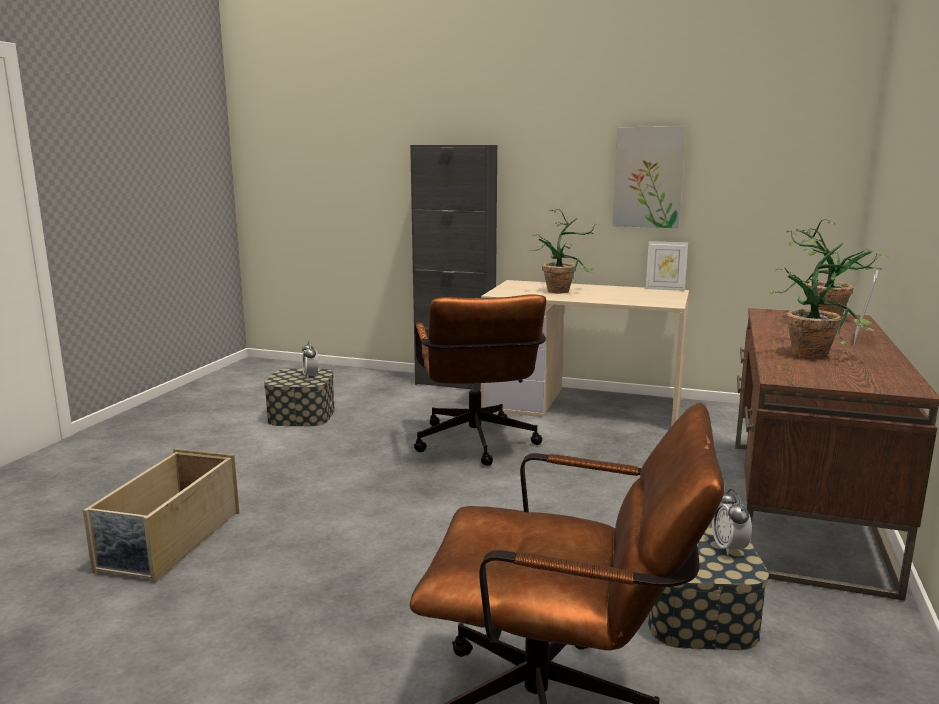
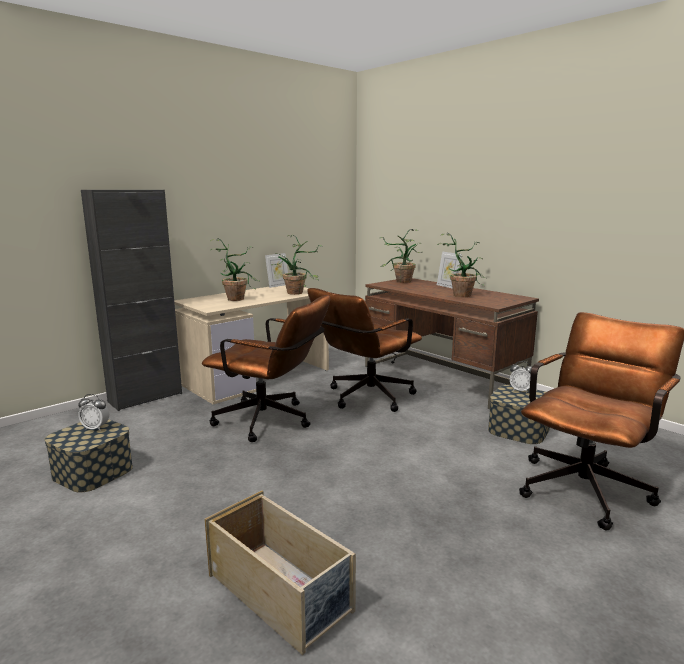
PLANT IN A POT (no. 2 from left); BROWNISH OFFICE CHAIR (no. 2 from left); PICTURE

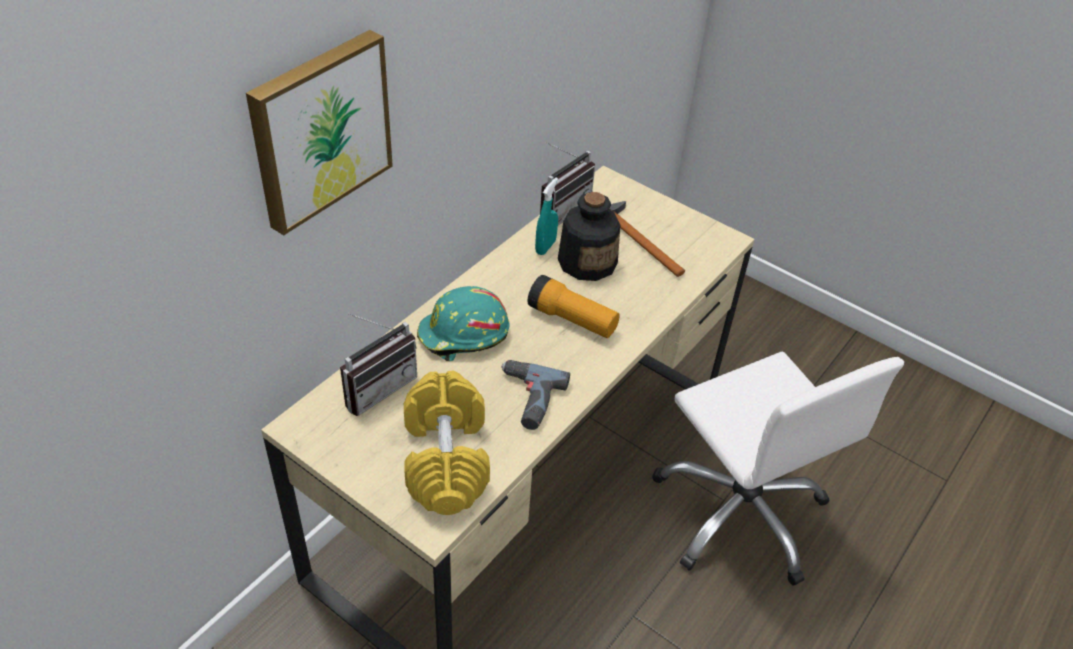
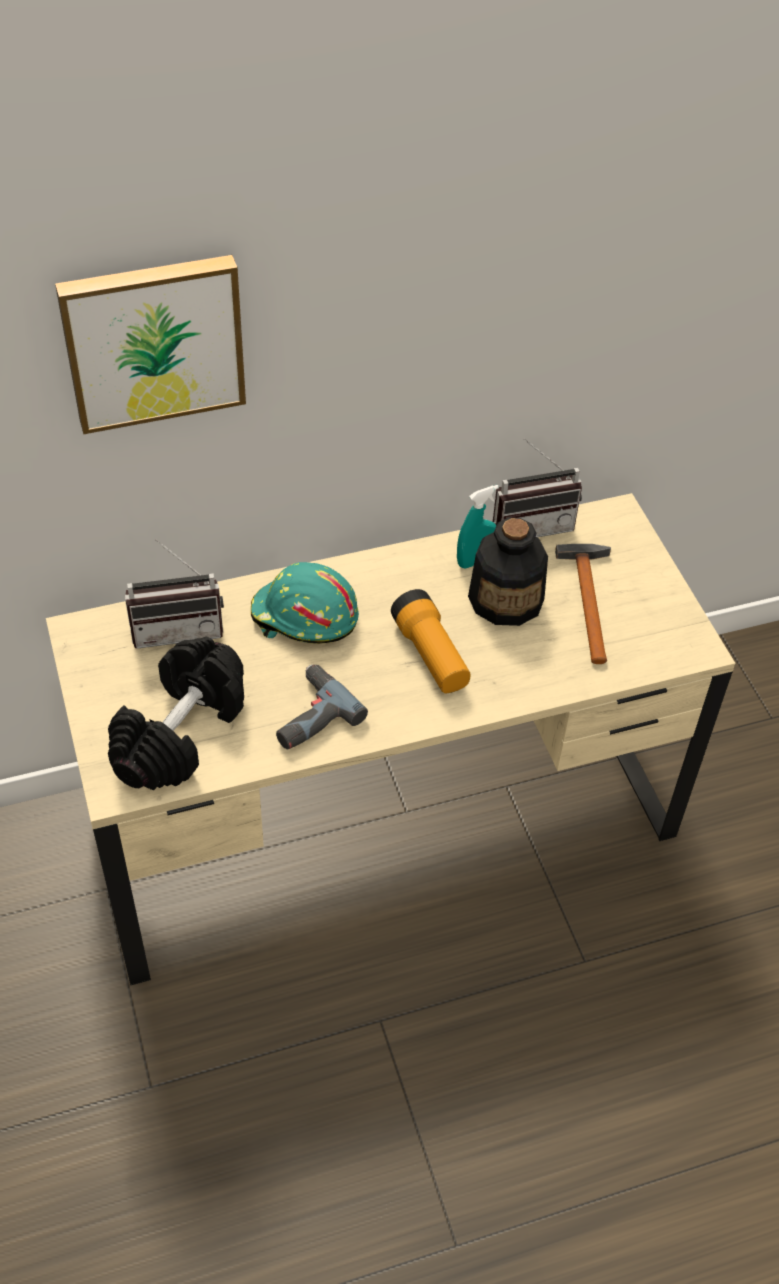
BLACKISH FREE WEIGHT; WHITISH OFFICE CHAIR

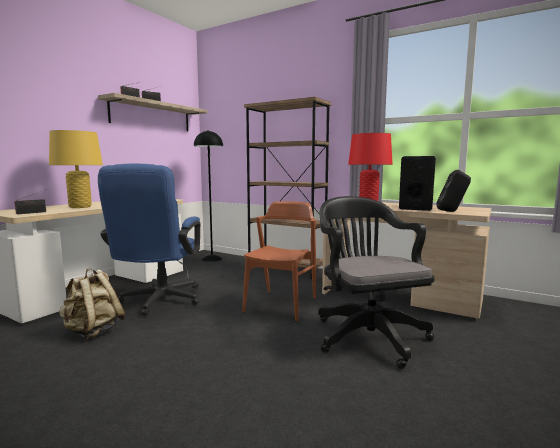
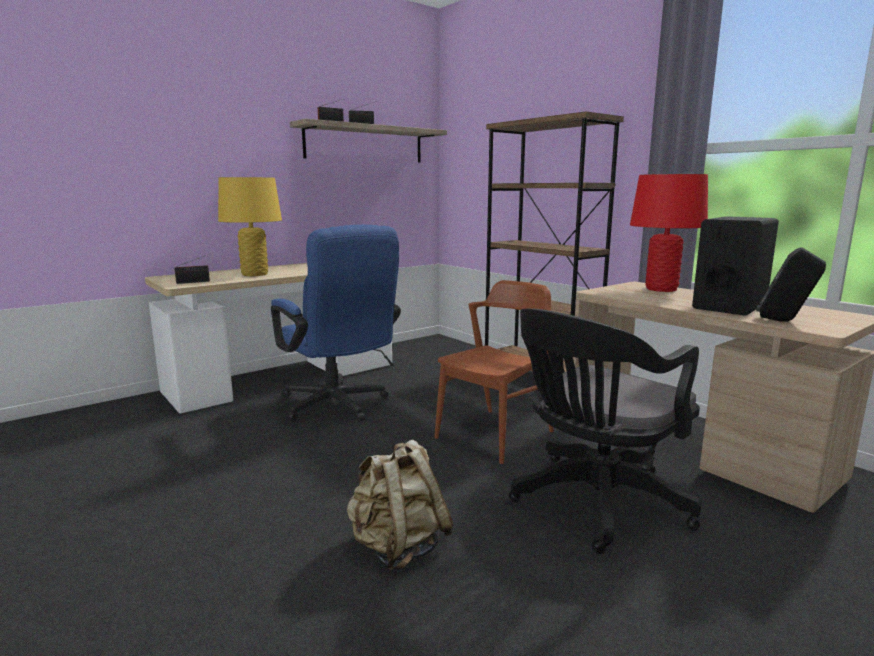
BLUE-COLOURED OFFICE CHAIR; SAND-COLOURED BACKPACK; BLACKISH OFFICE CHAIR; BLACKISH FLOOR LAMP

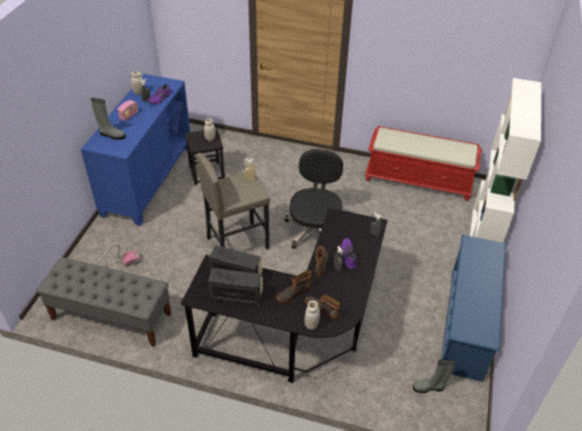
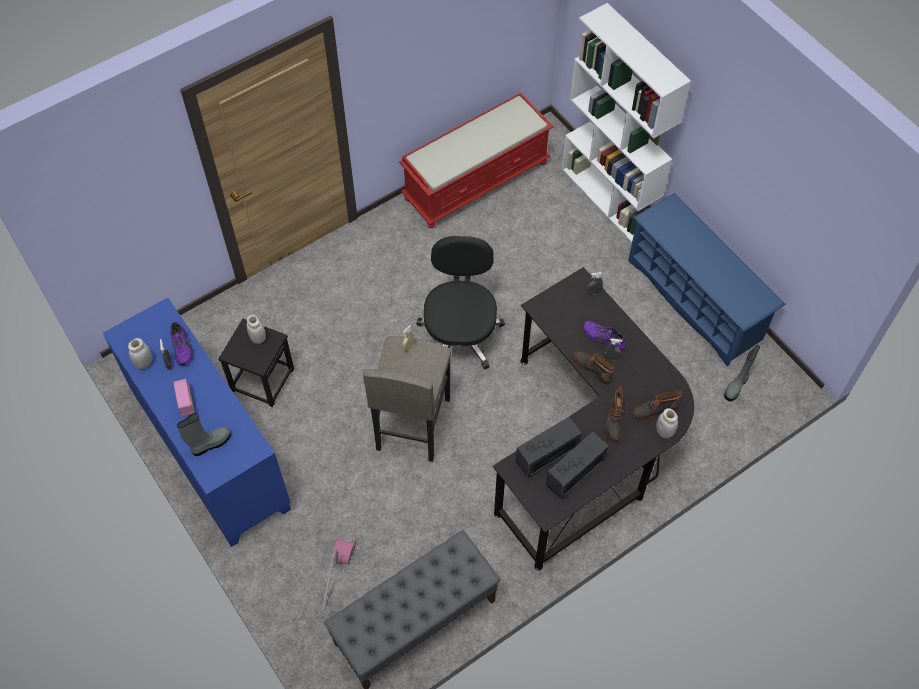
BLACKISH OFFICE CHAIR

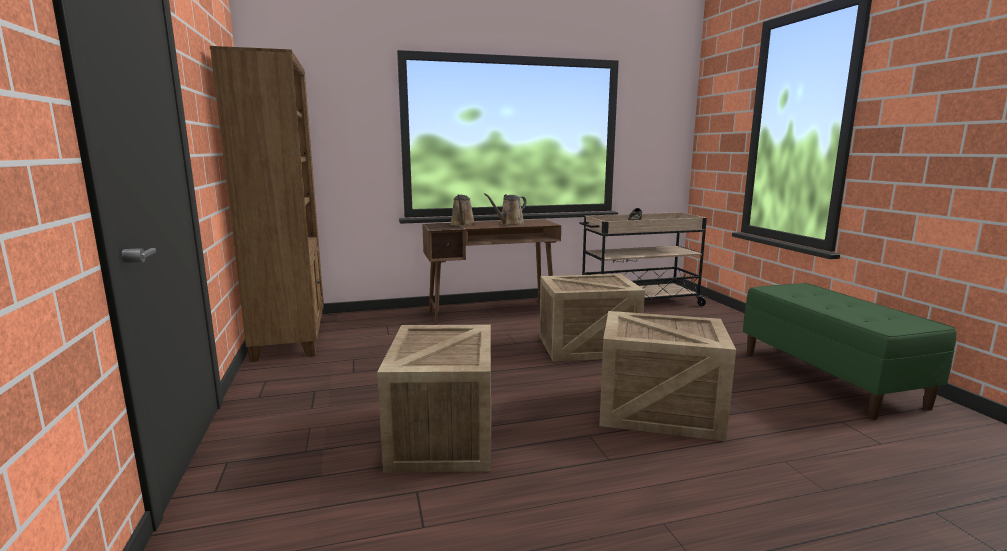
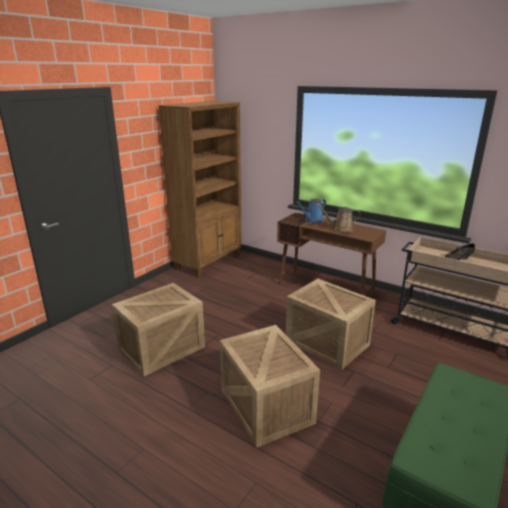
BLUE-COLOURED WATERING CAN

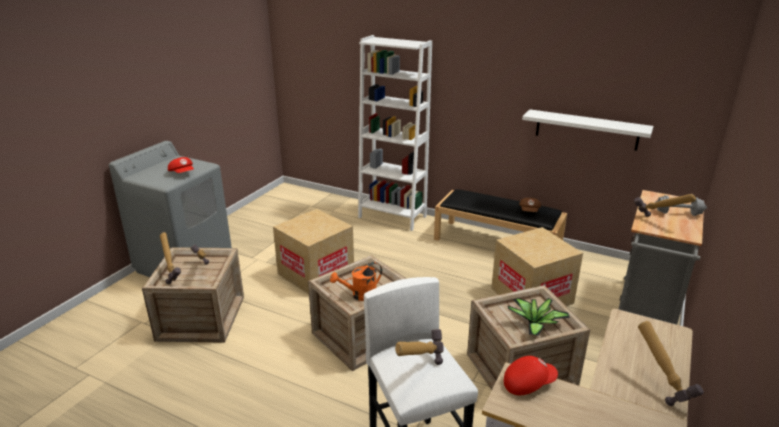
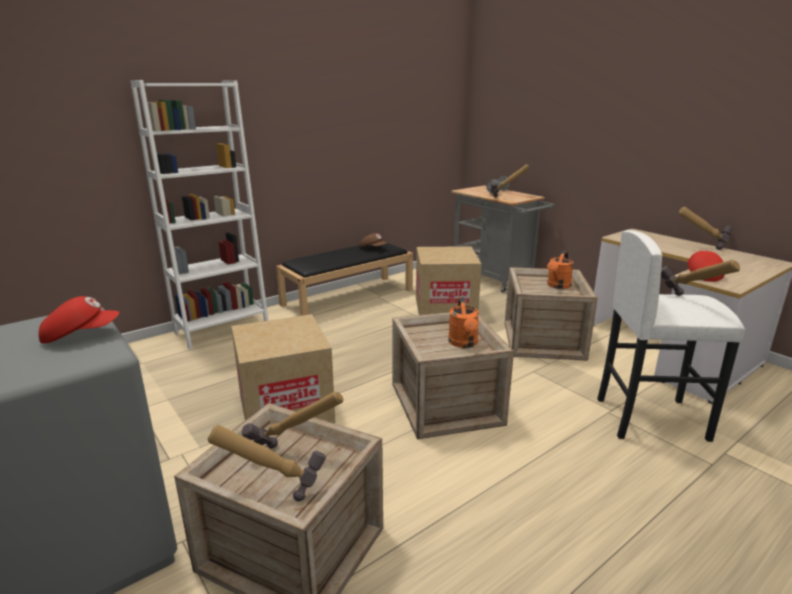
ORANGEY WATERING CAN (no. 2 from left); WHITISH BRACKET SHELF

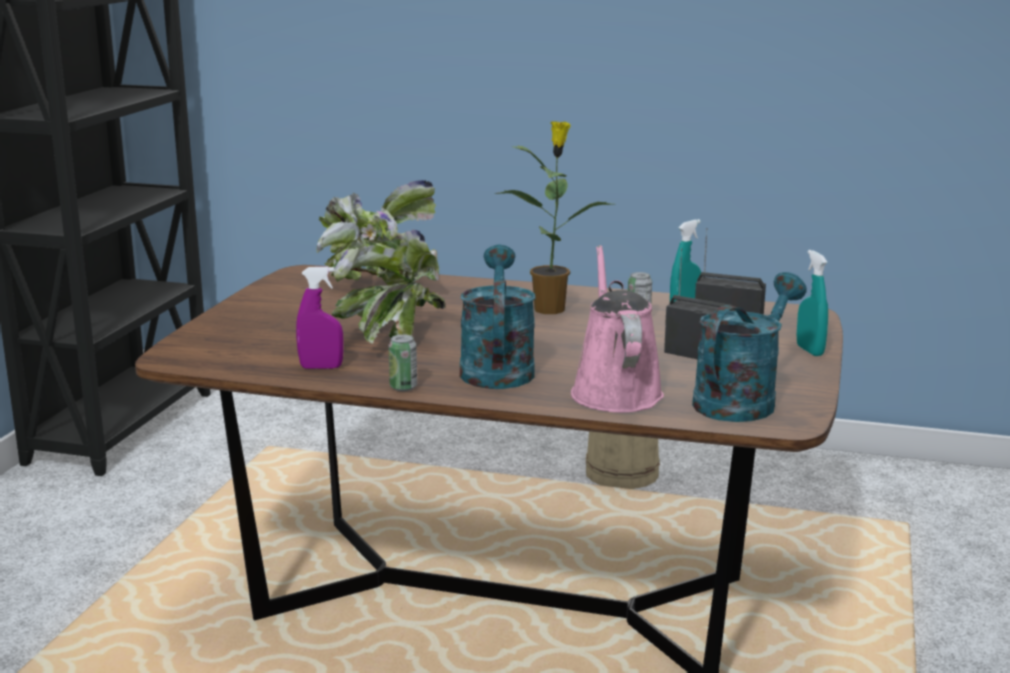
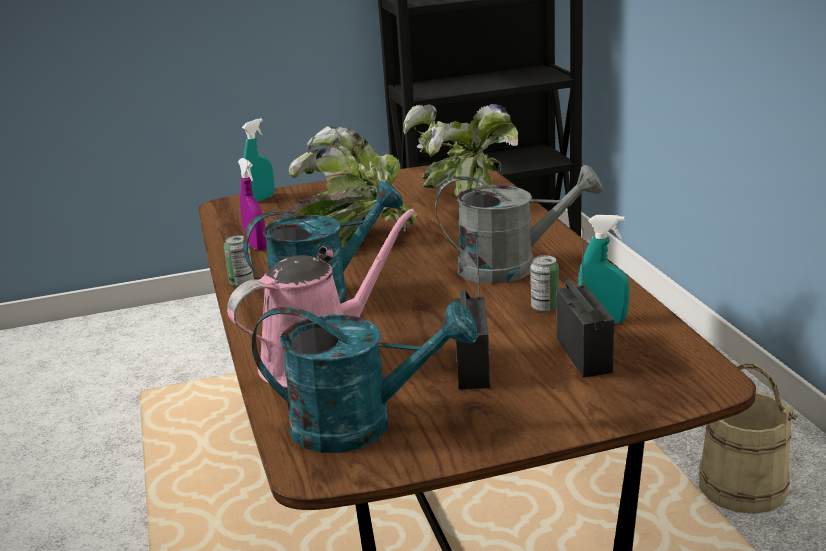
BLUE-GREEN SPRAYER (no. 1 from left); GREYISH WATERING CAN

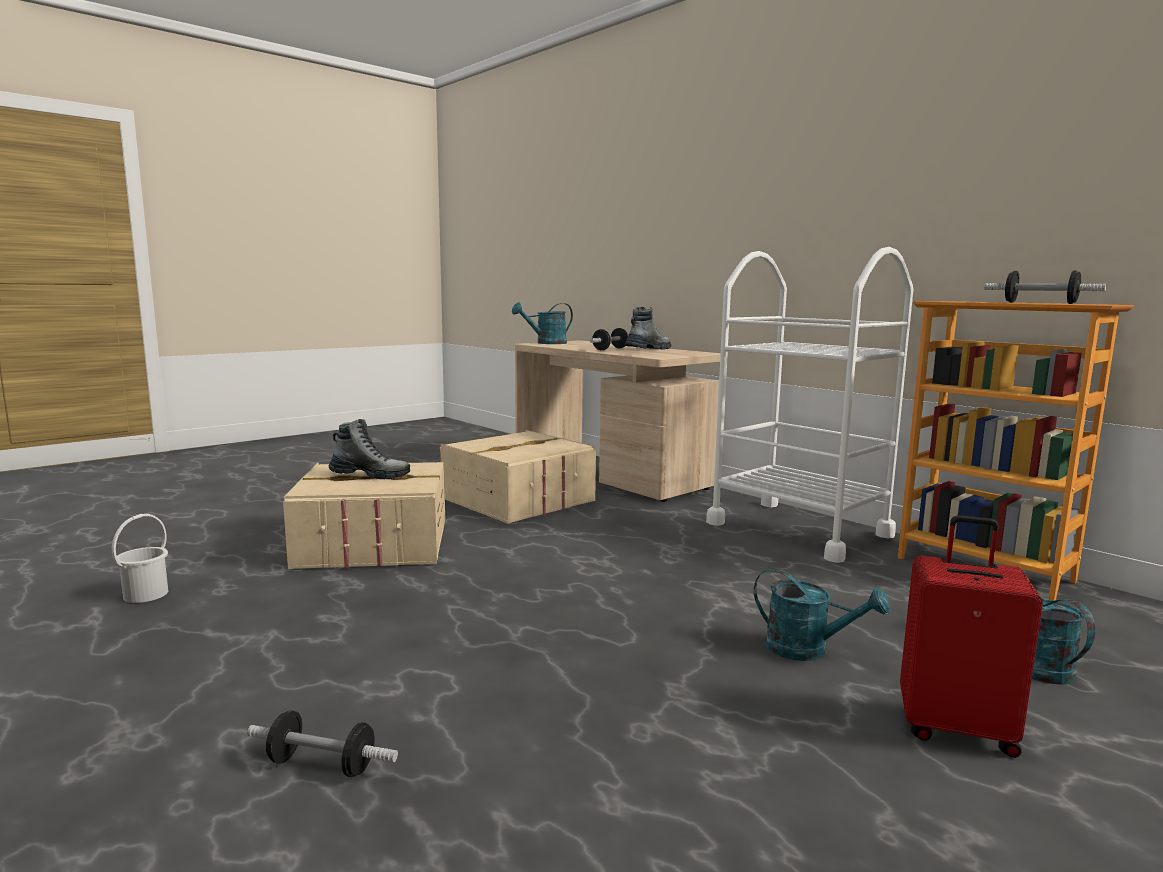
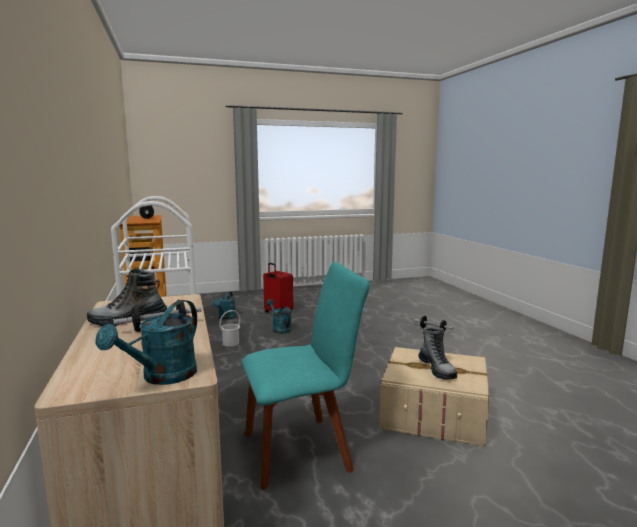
BLUE-GREEN WATERING CAN (no. 1 from left); WHITISH WATER BUCKET; BLUE-GREEN UPRIGHT CHAIR; TALL BOOT (no. 2 from left)

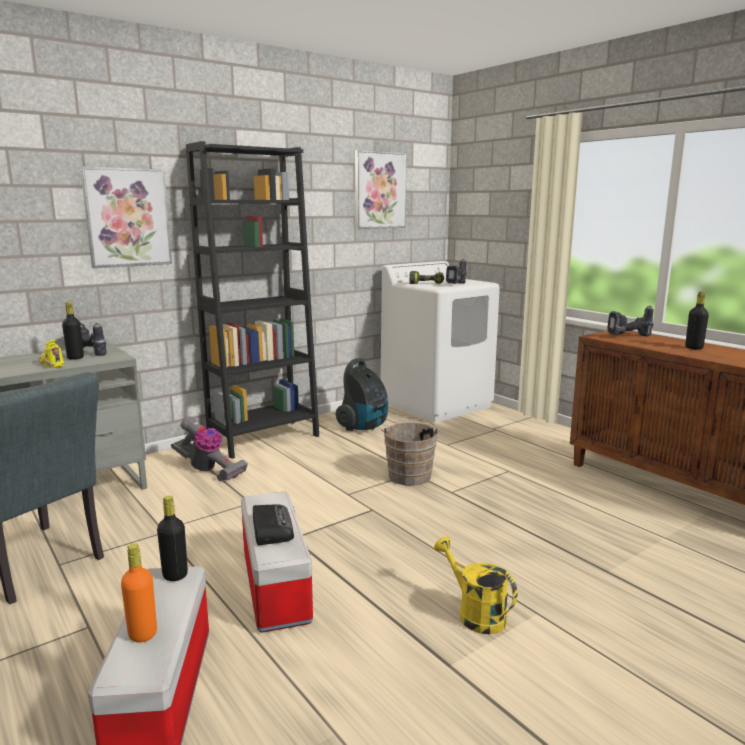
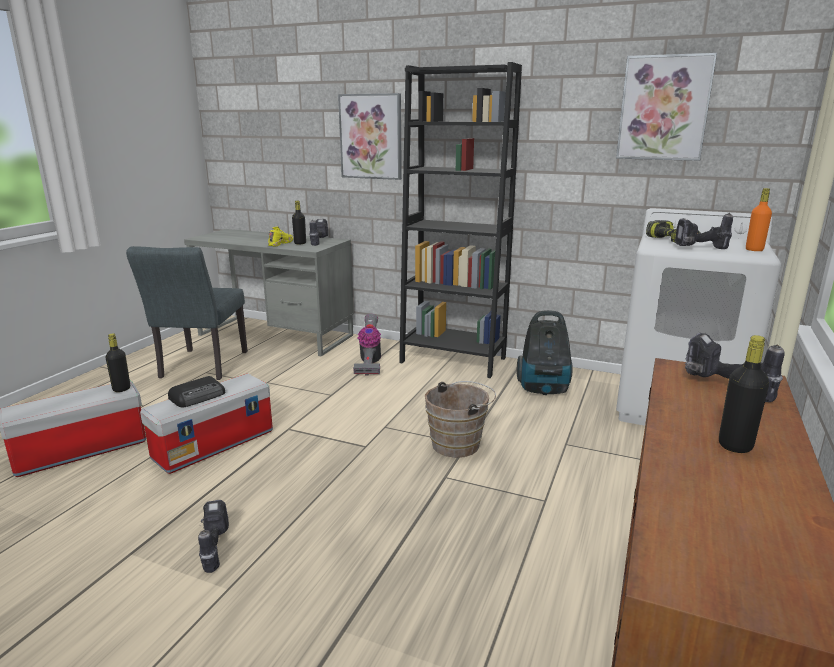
POWER DRILL (no. 1 from left); ORANGEY DRINK BOTTLE

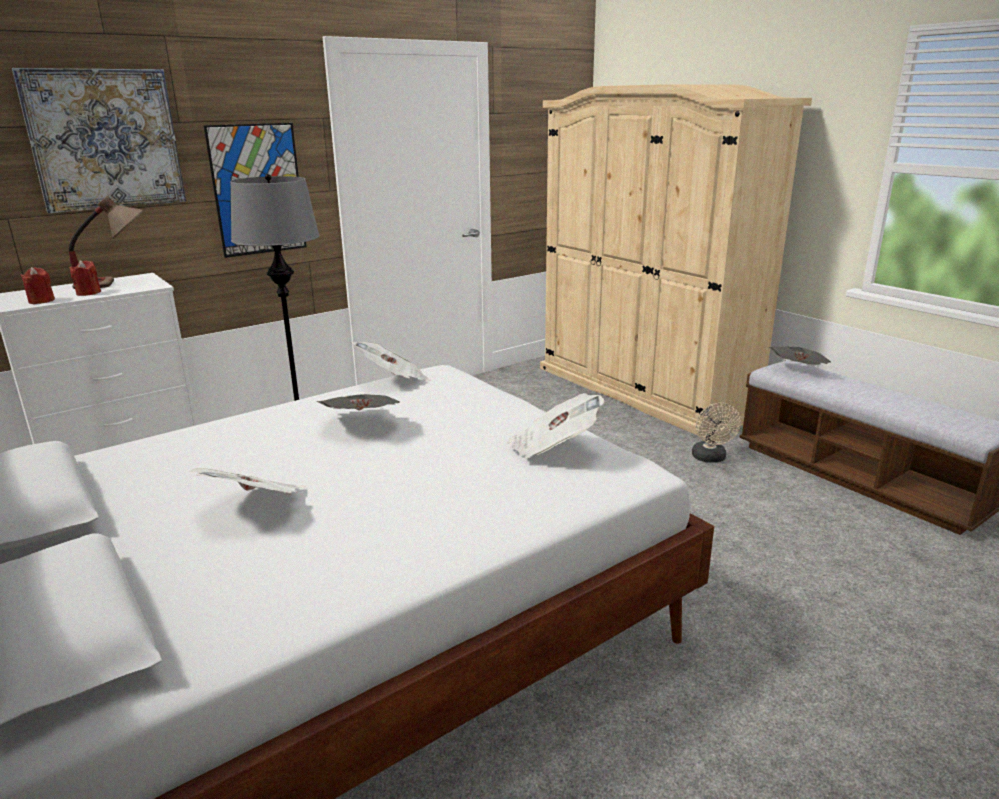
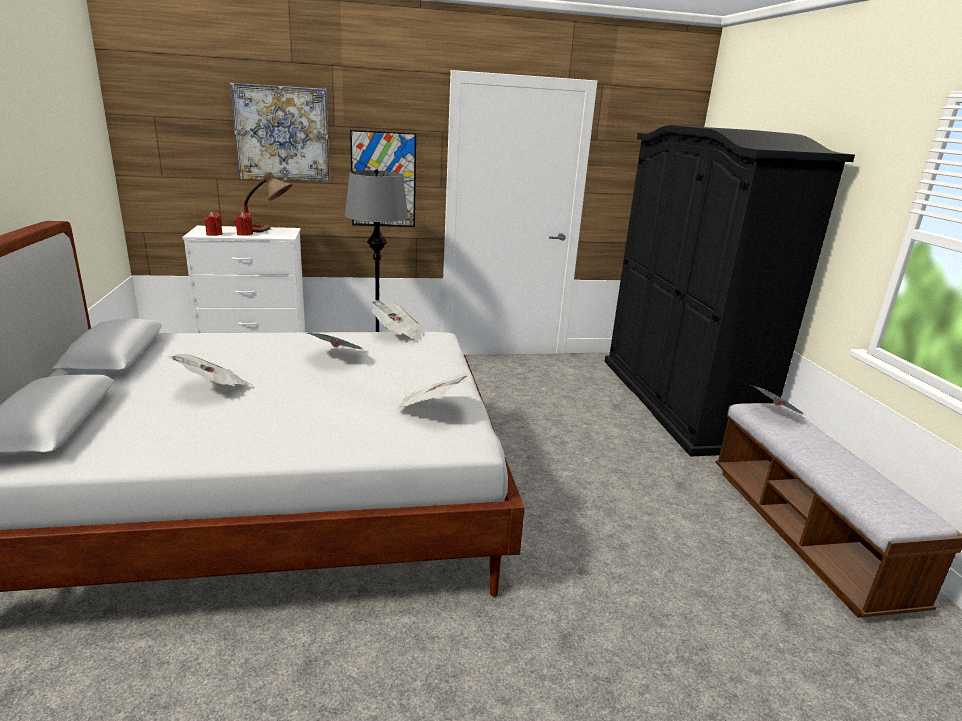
BLACKISH ARMOIRE; SAND-COLOURED ELECTRIC FAN

